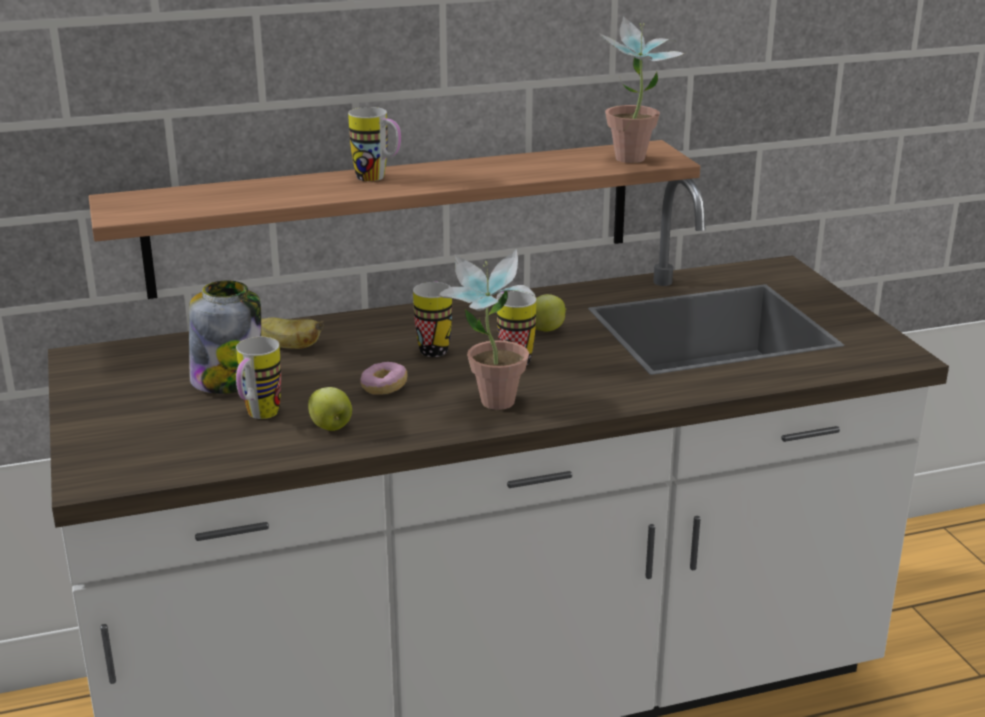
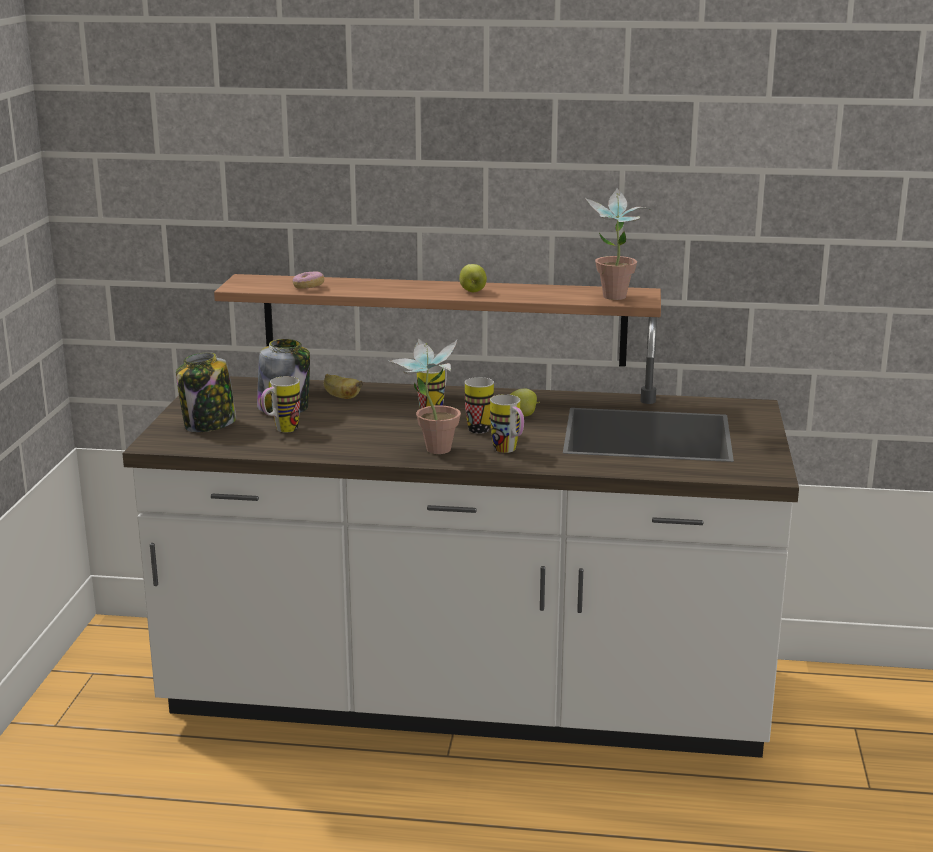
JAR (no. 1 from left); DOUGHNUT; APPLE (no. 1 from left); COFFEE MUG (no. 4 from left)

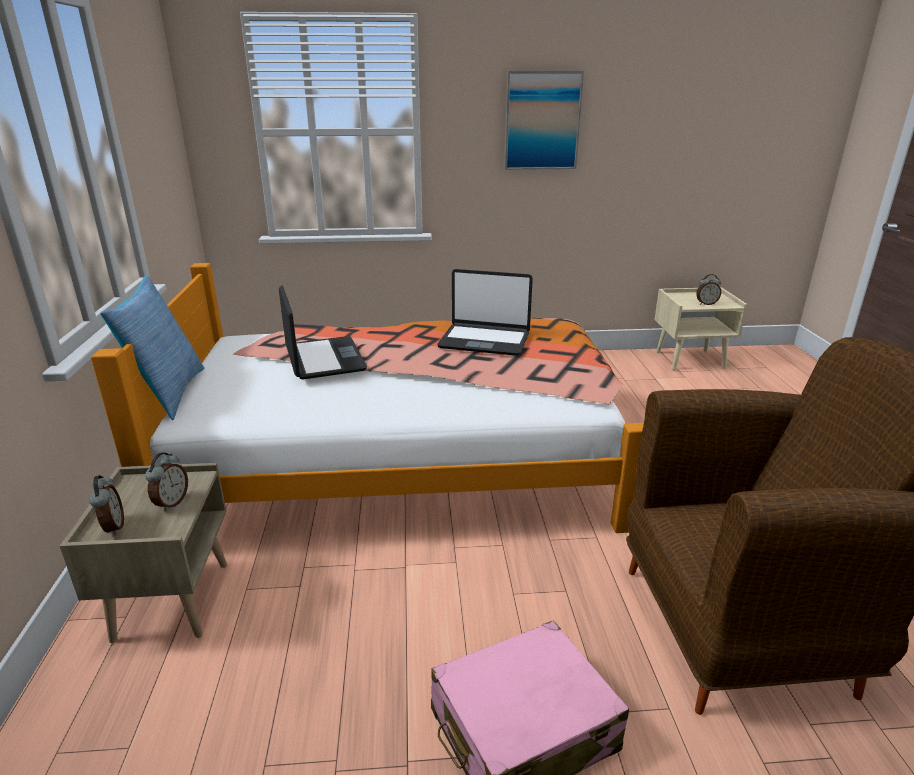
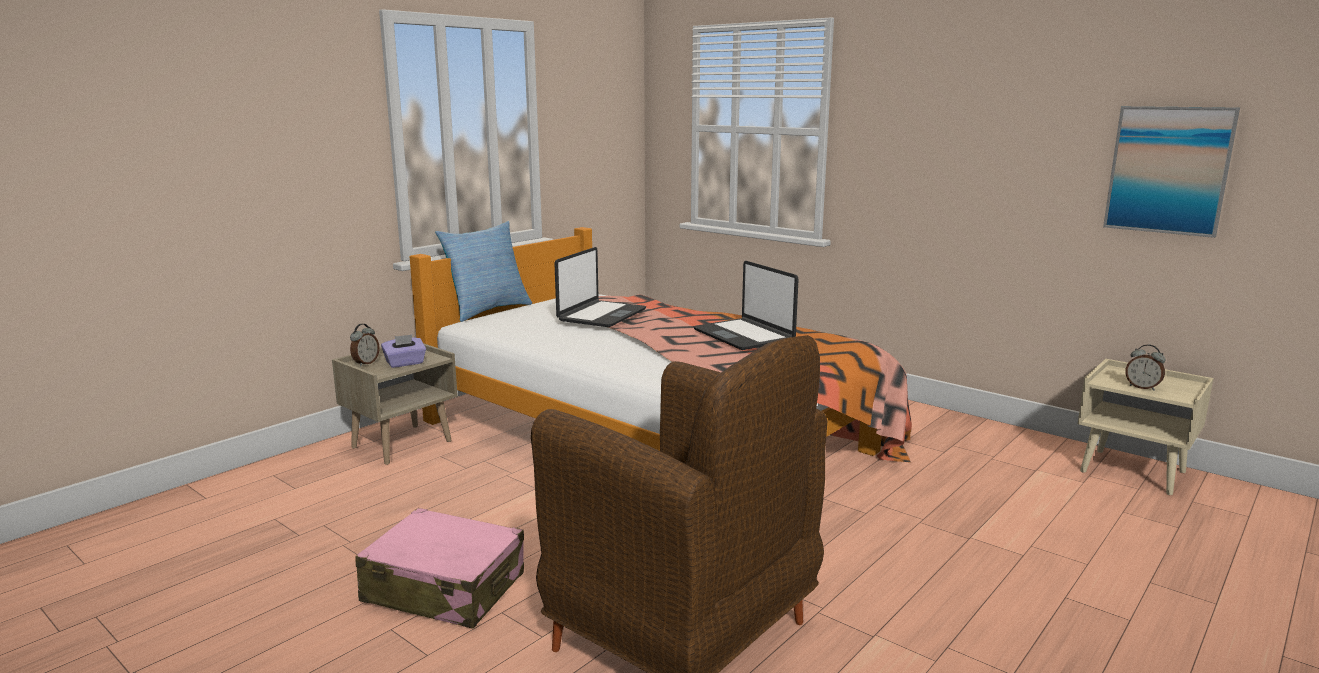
PURPLISH TISSUE BOX; PICTURE

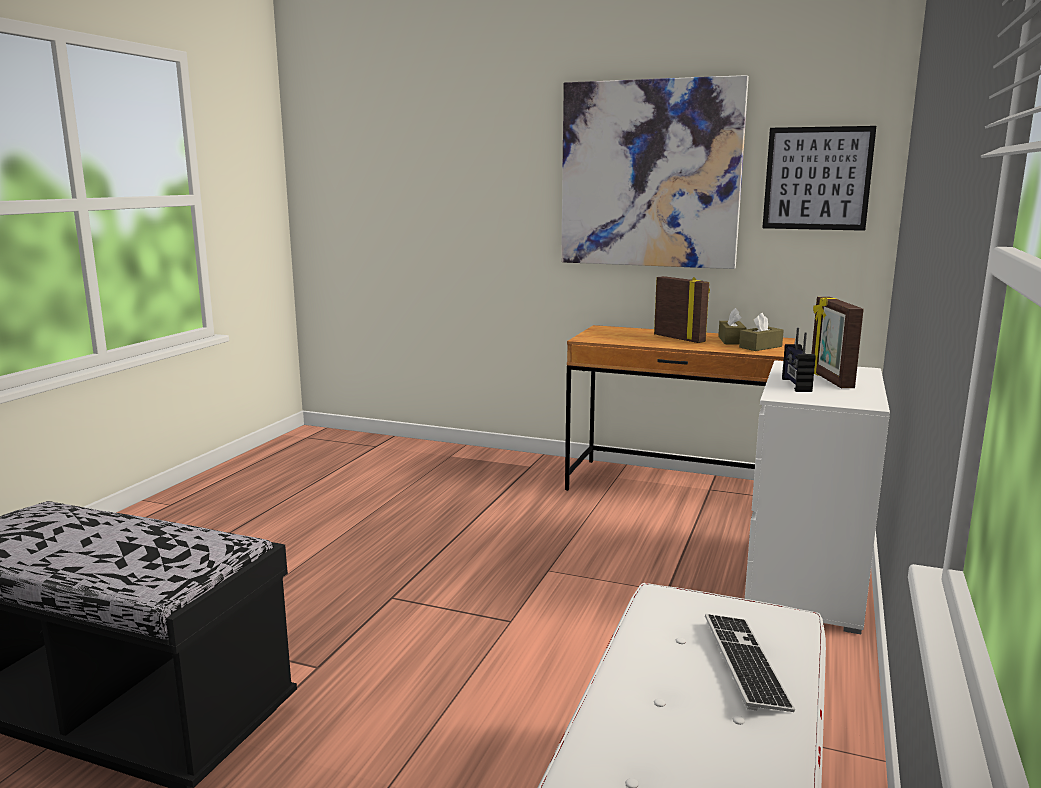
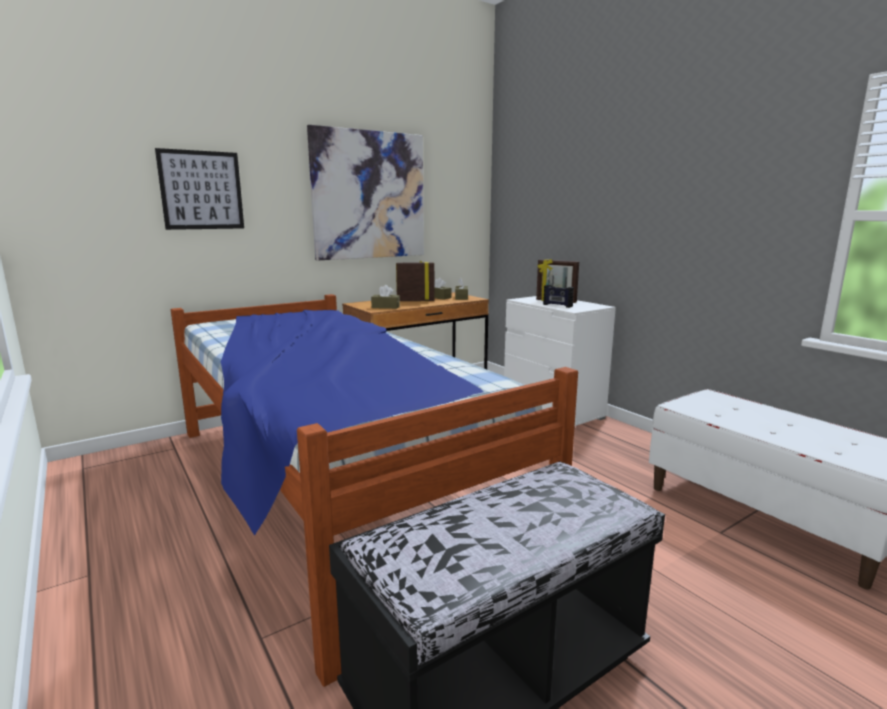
PICTURE (no. 1 from left); BED; BROWNISH TISSUE BOX (no. 1 from left); COMPUTER KEYBOARD

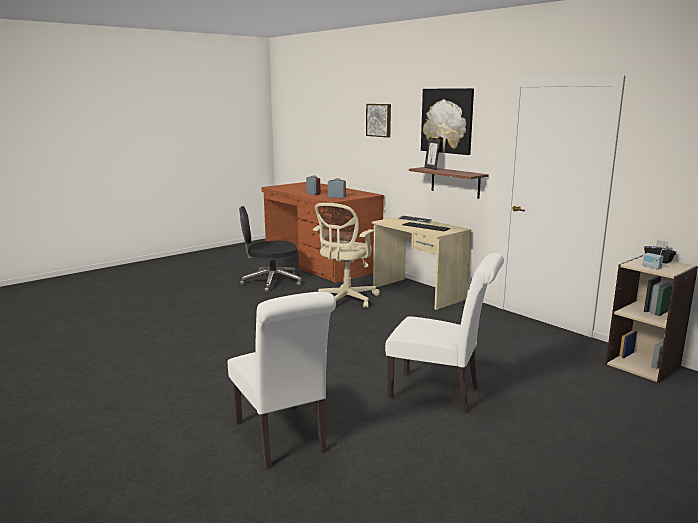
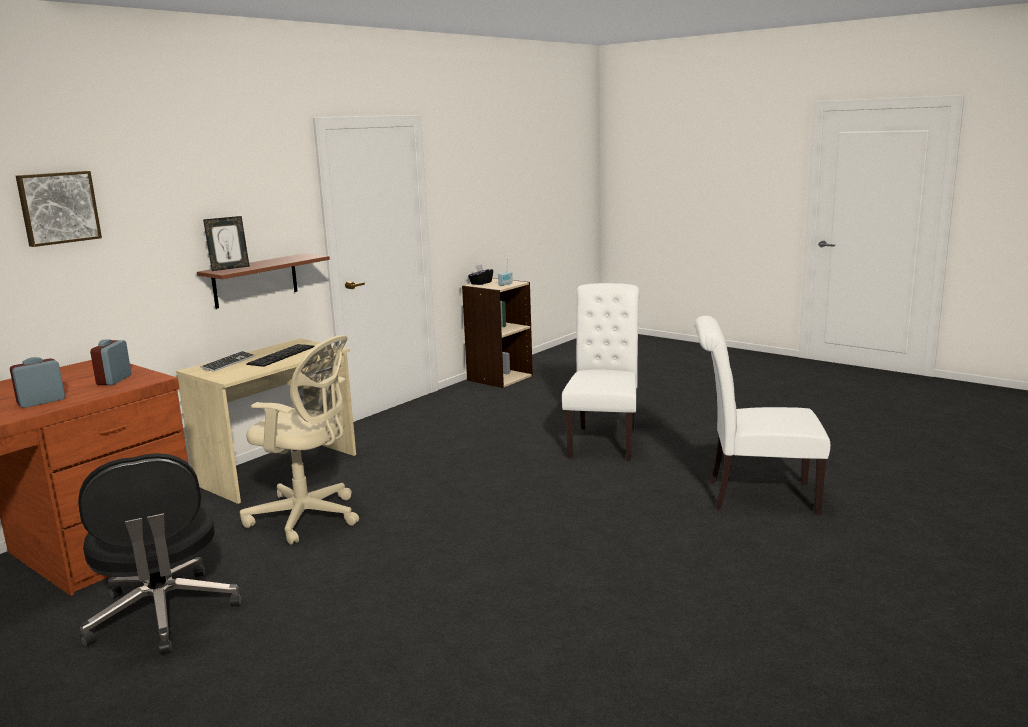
WHITISH UPRIGHT CHAIR (no. 2 from left); PICTURE (no. 2 from left in the first image)

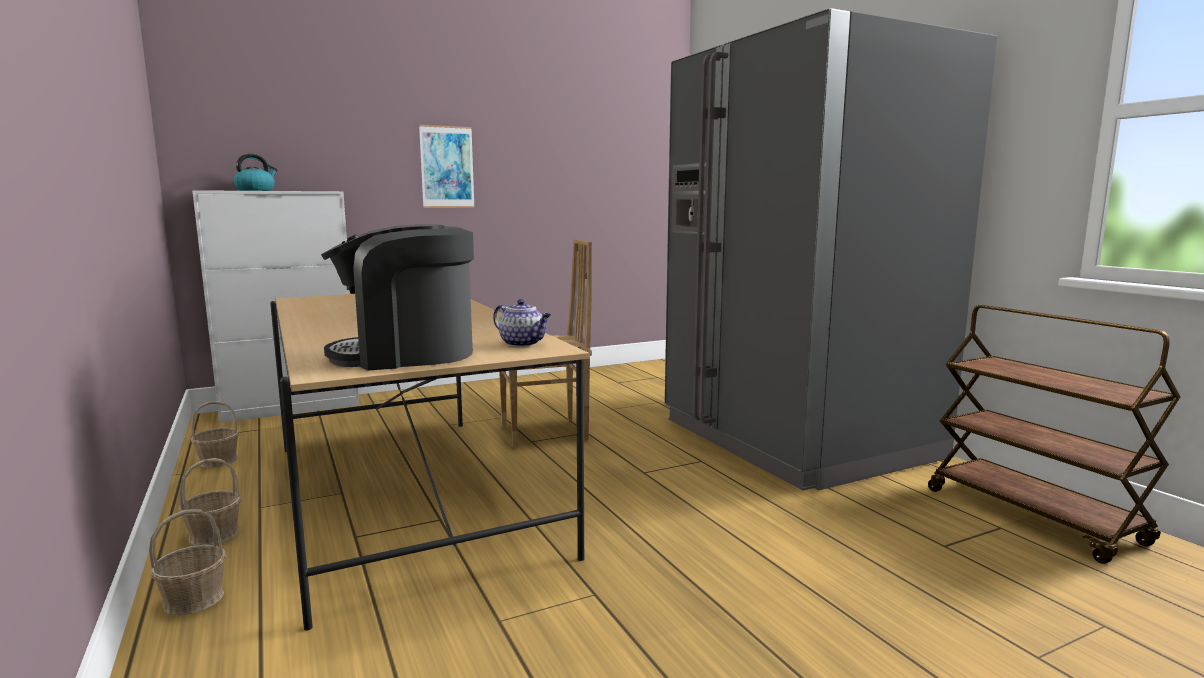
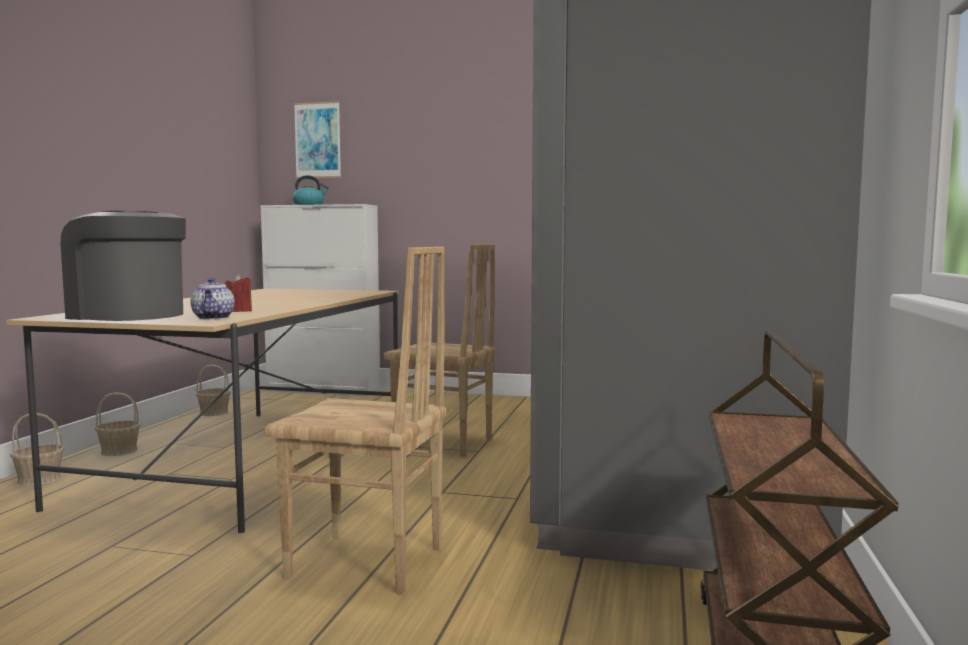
RED-COLOURED WAX CANDLE; BROWNISH UPRIGHT CHAIR (no. 1 from left); PICTURE

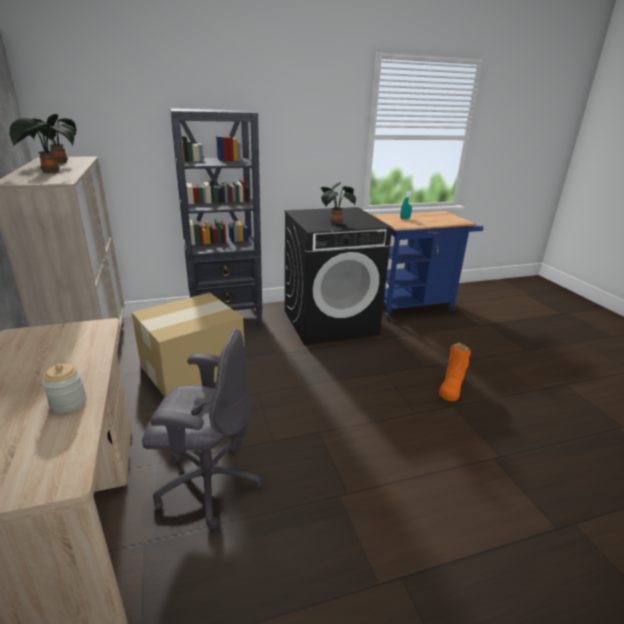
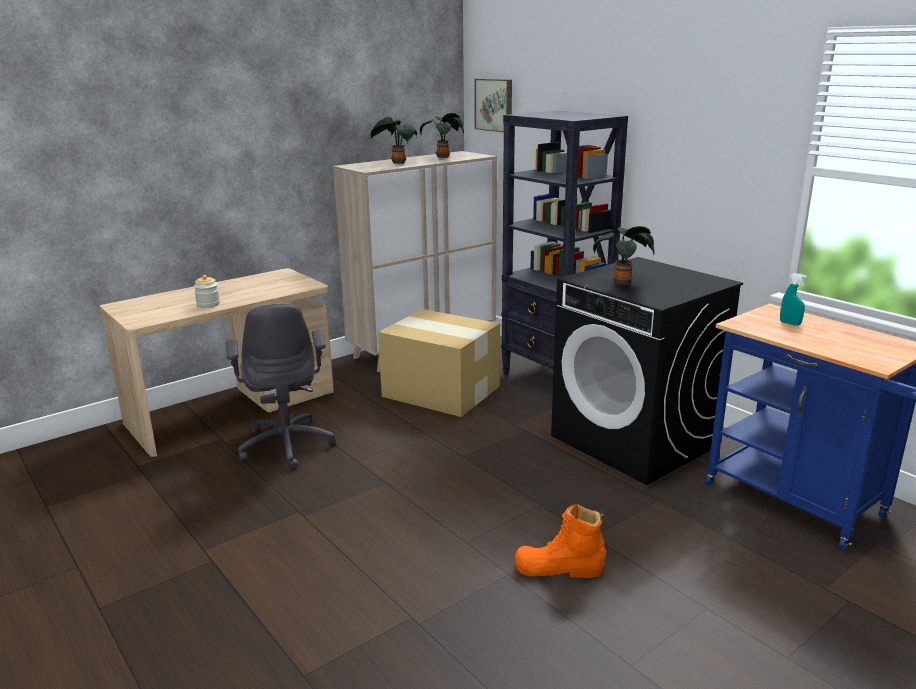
PICTURE

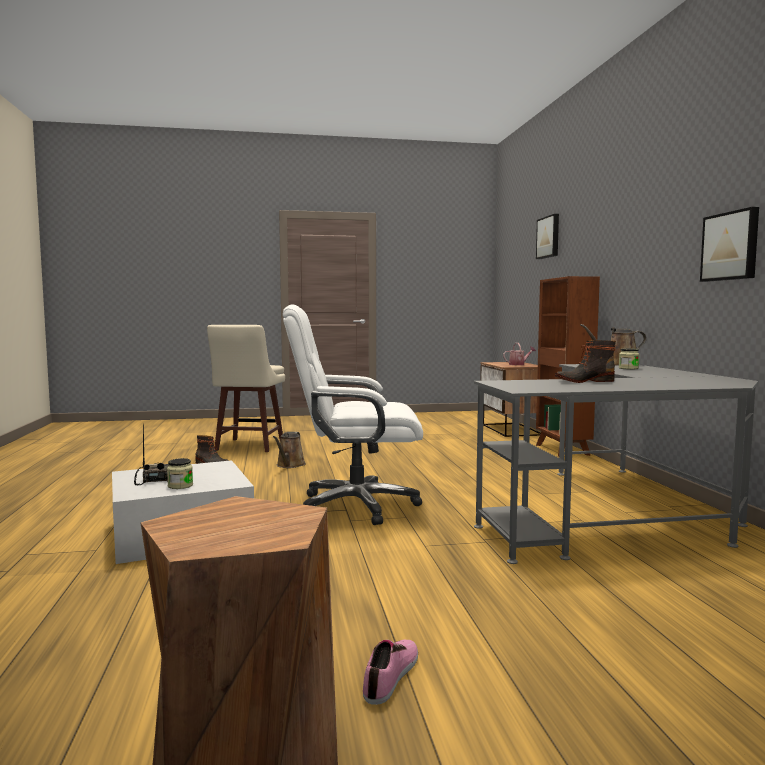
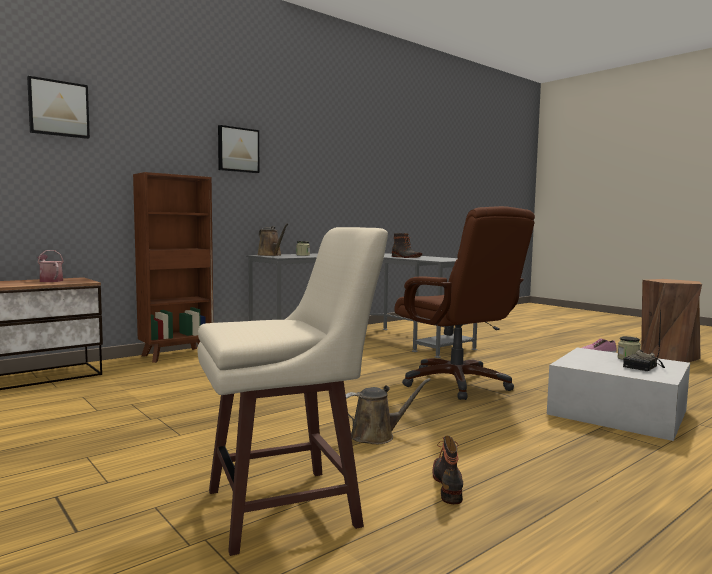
PICTURE (no. 2 from left); BROWNISH OFFICE CHAIR

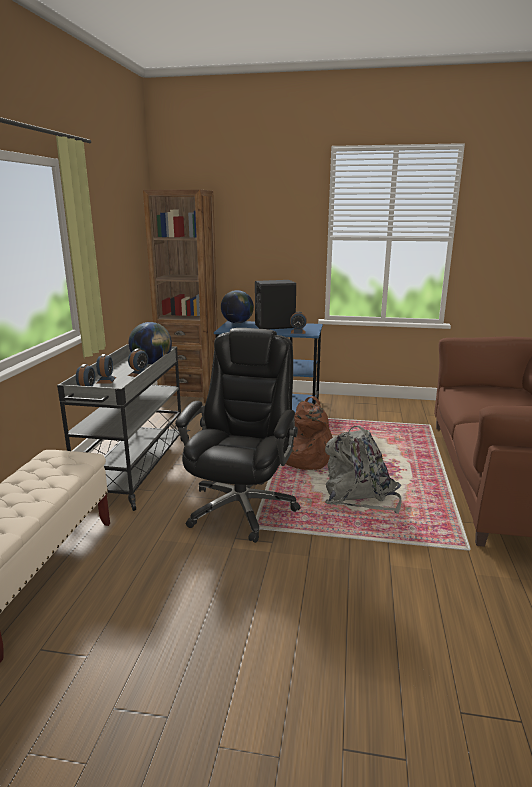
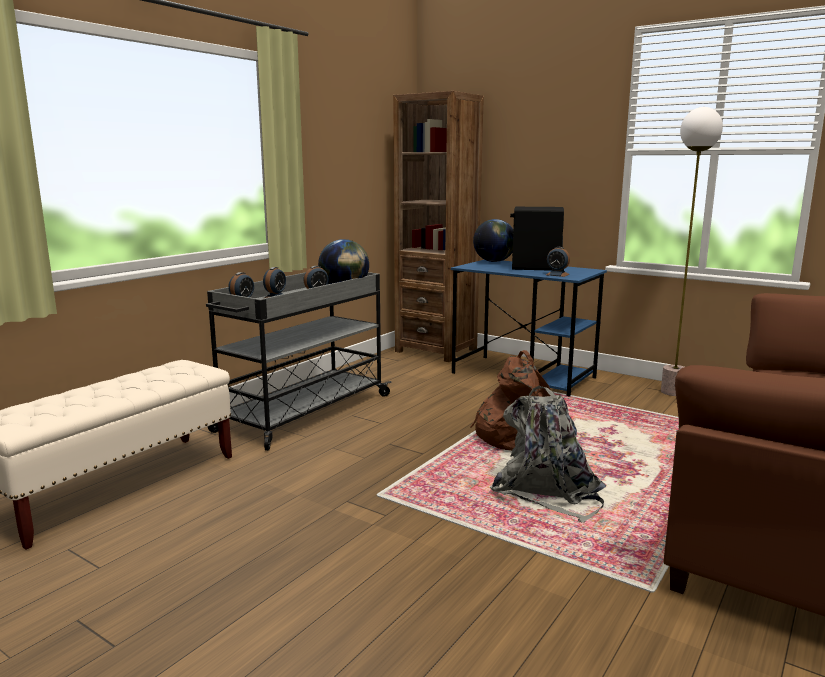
FLOOR LAMP; BLACKISH OFFICE CHAIR

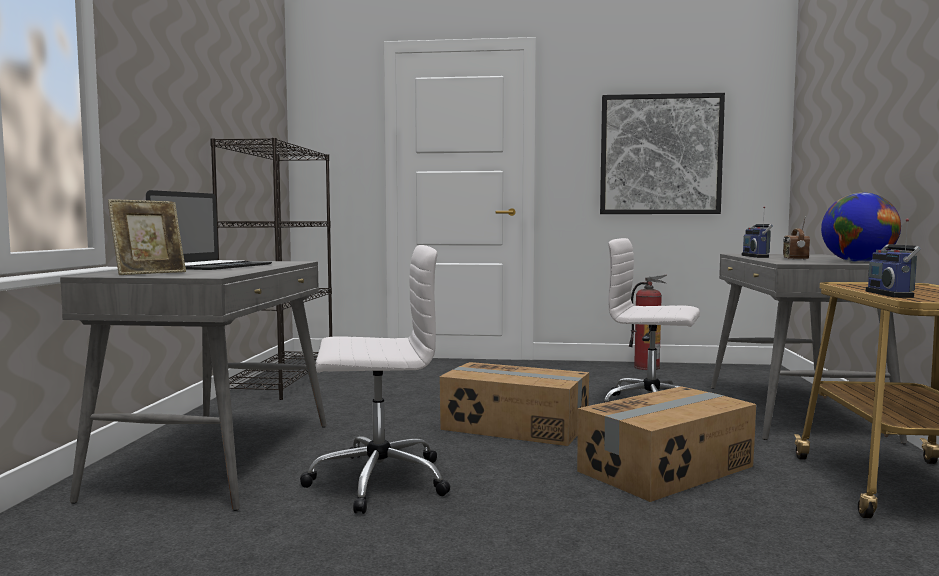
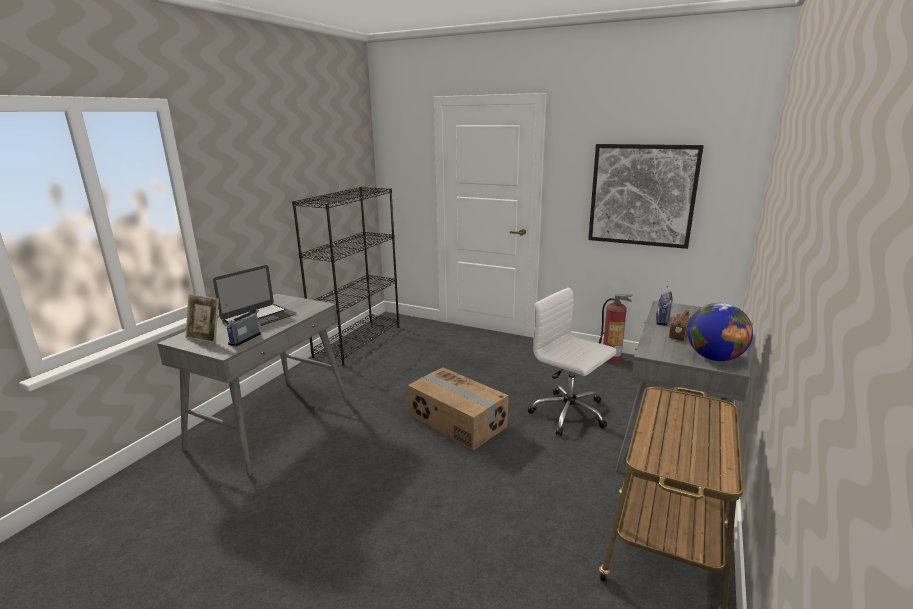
PICTURE FRAME; RADIO RECEIVER (no. 1 from left); WHITISH OFFICE CHAIR (no. 1 from left in the first image); CARTON (no. 2 from left in the first image)

